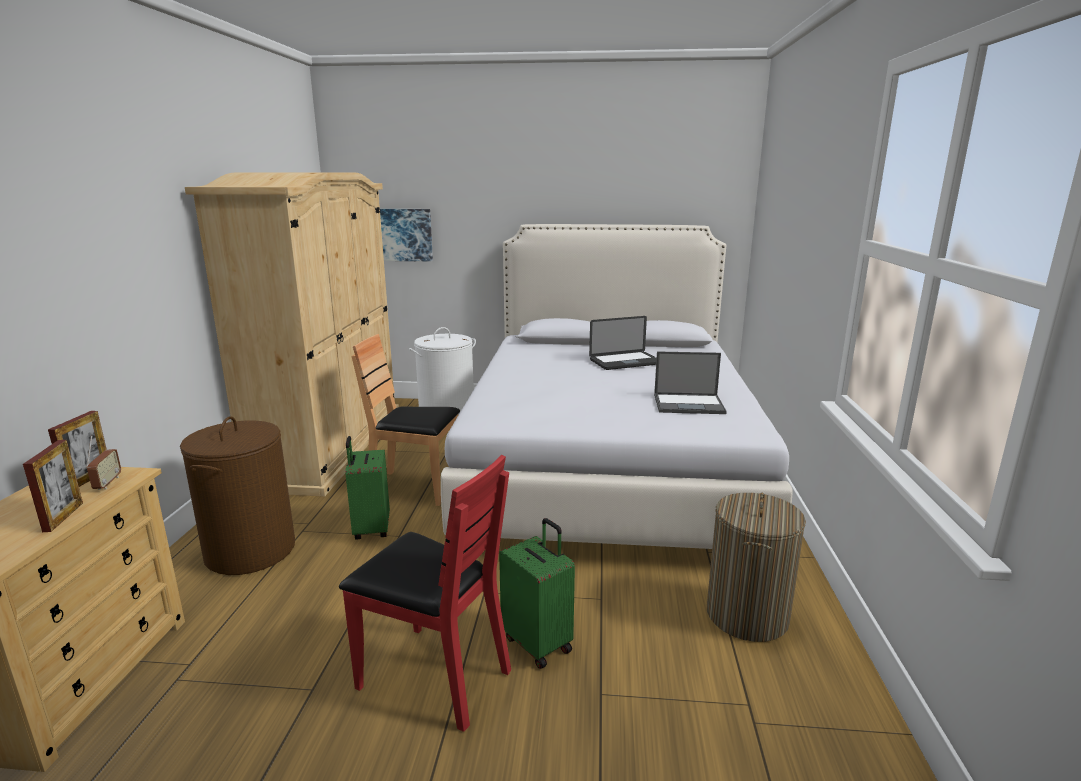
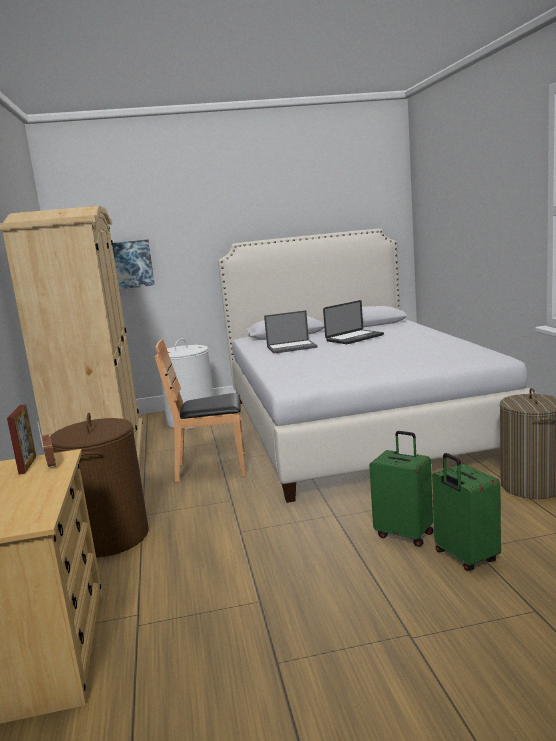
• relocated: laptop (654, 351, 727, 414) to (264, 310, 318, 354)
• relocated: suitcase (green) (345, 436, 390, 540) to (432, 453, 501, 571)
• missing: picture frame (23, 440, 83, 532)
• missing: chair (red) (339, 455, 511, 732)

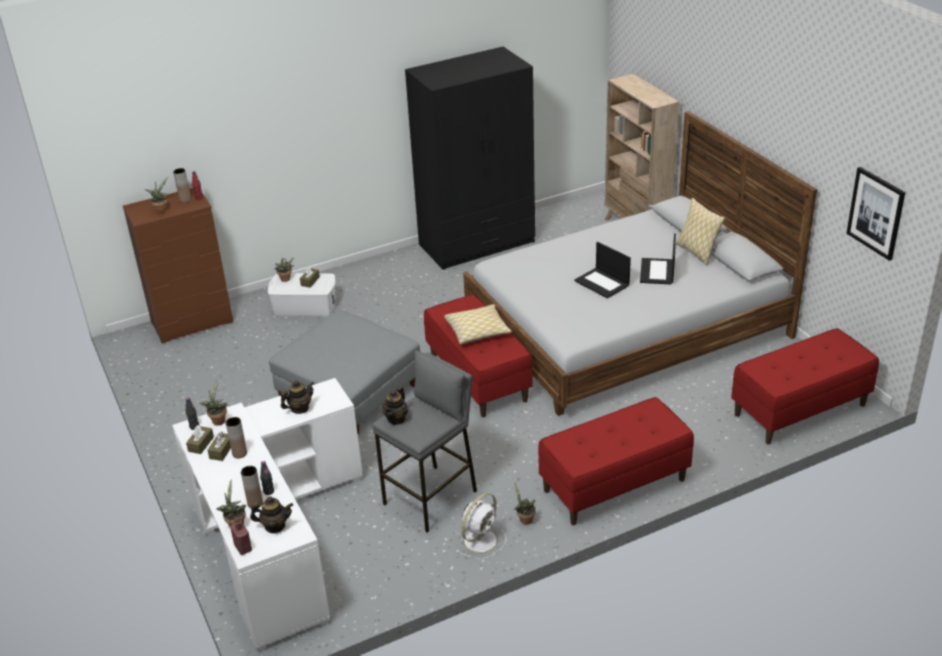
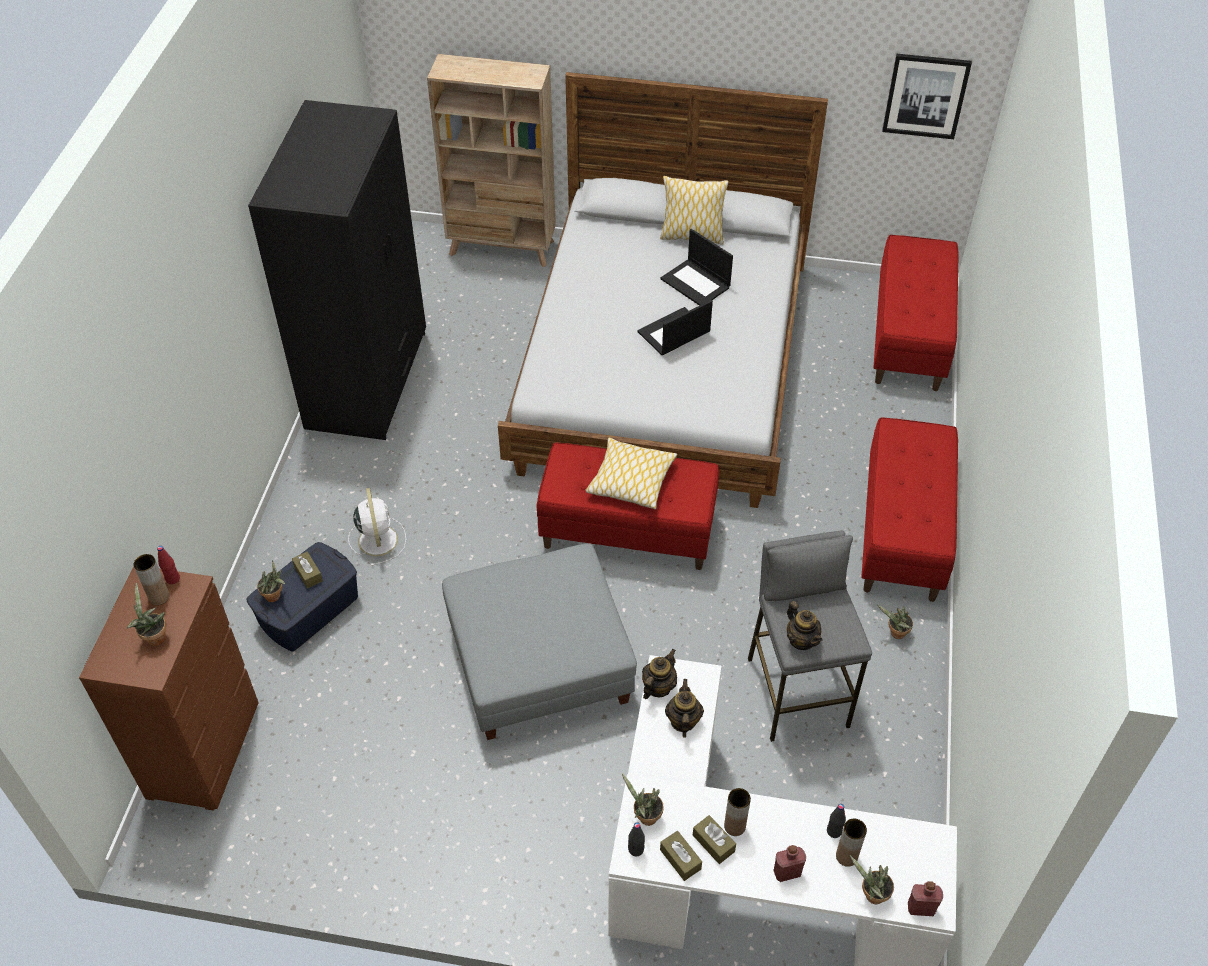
• colour: storage box (white) (268, 273, 336, 316) to storage box (blue) (246, 542, 358, 652)
• relocated: fan (white) (456, 493, 506, 559) to (348, 488, 406, 566)
• spun: laptop (574, 242, 631, 298) = (637, 300, 713, 355) 150 degrees clockwise
• relocated: teapot (250, 496, 293, 533) to (642, 649, 677, 699)
• appeared: bottle (red) (774, 845, 806, 882)

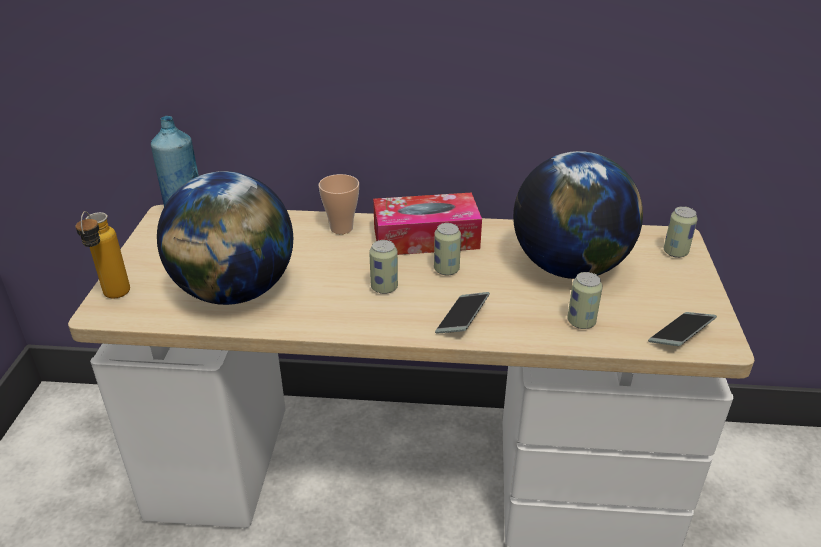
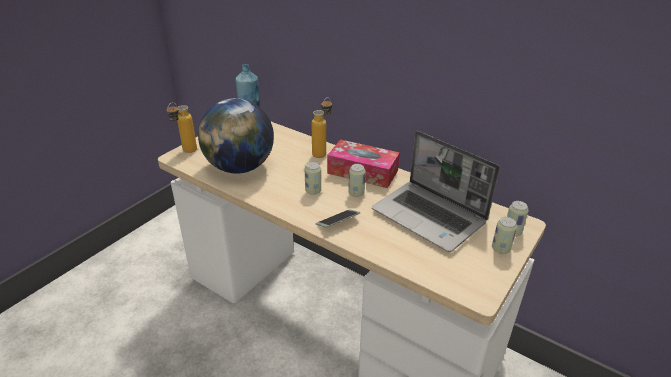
• exchanged: cup (319, 174, 359, 234) to bottle (311, 97, 332, 158)
• exchanged: globe (513, 151, 643, 279) to laptop (372, 131, 500, 252)
• relocated: can (567, 272, 603, 329) to (492, 217, 517, 254)
• missing: phone (648, 312, 717, 346)

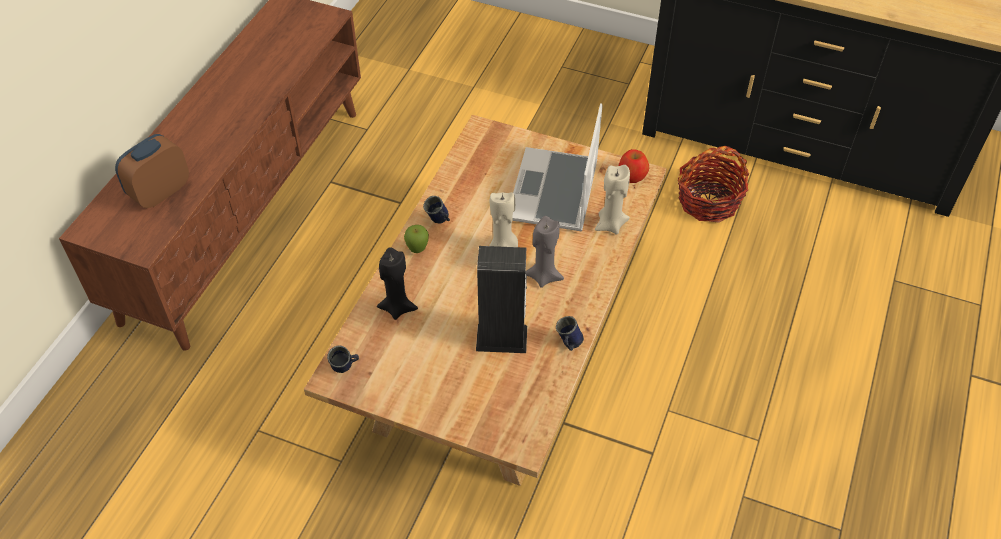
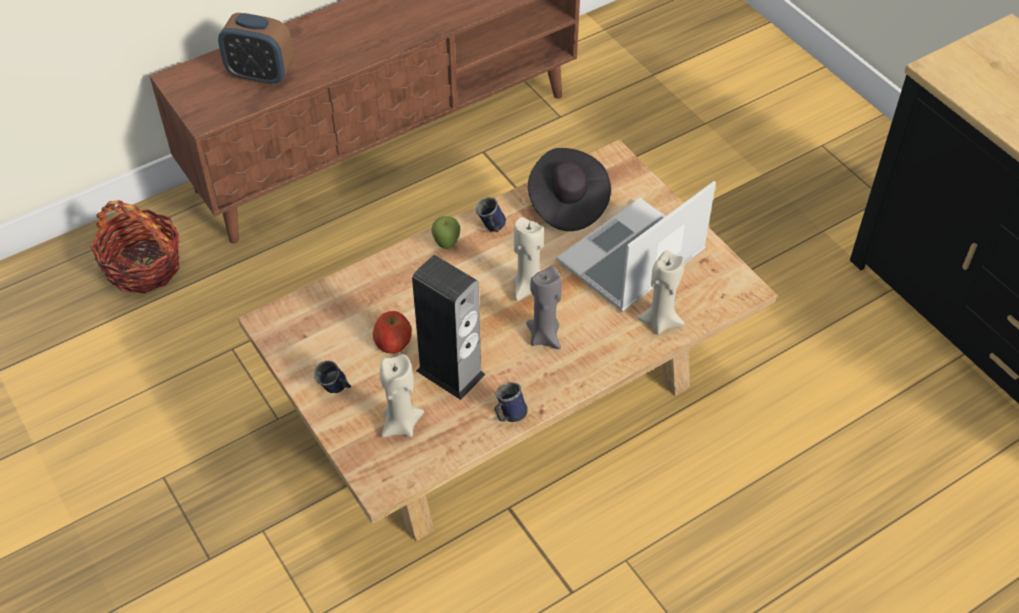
• relocated: basket (678, 146, 749, 223) to (90, 200, 180, 294)
• spun: alarm clock (115, 134, 189, 208) = (218, 13, 294, 86) 150 degrees counterclockwise
• relocated: mug (blue) (327, 346, 359, 373) to (314, 361, 351, 393)
• relocated: apple (619, 149, 649, 183) to (373, 311, 412, 354)
• appeared: candle (beige) (380, 354, 424, 437)
• appeared: hat (black) (528, 148, 611, 231)
• missing: candle (black) (377, 247, 418, 320)

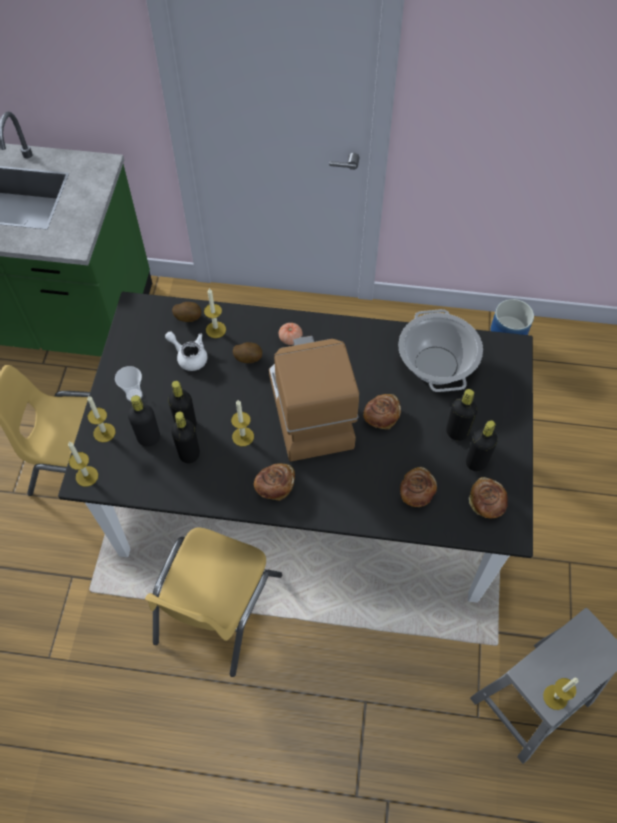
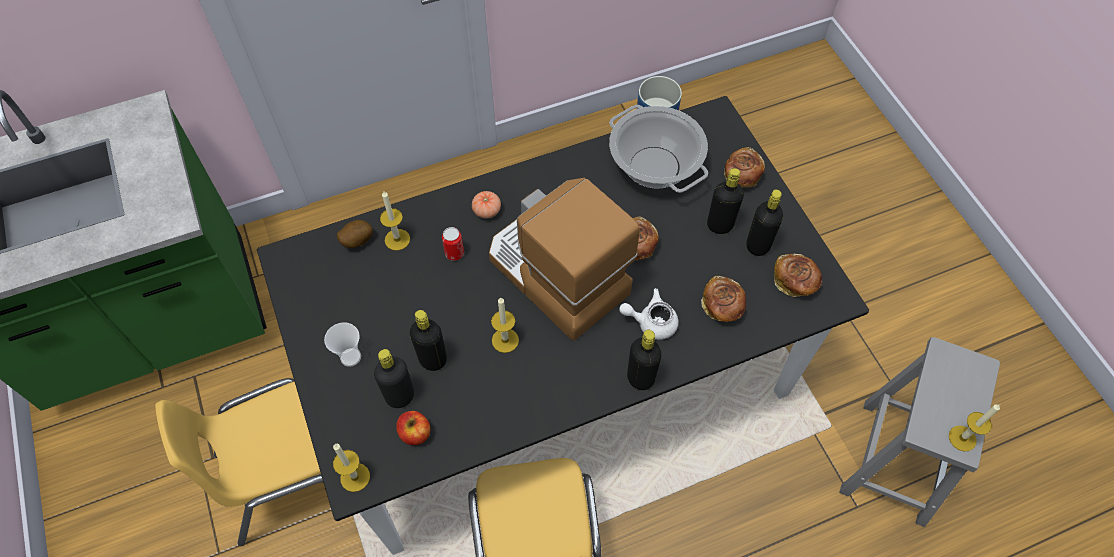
• appeared: apple (396, 411, 430, 445)
• exchanged: potato (233, 342, 262, 363) to can (442, 227, 464, 261)
• relocated: teapot (white) (165, 331, 208, 371) to (619, 288, 678, 340)
• relocated: bottle (black) (172, 412, 200, 464) to (627, 330, 662, 390)
• relocated: bread (253, 463, 295, 501) to (724, 147, 765, 188)
• missing: candle (87, 395, 115, 442)

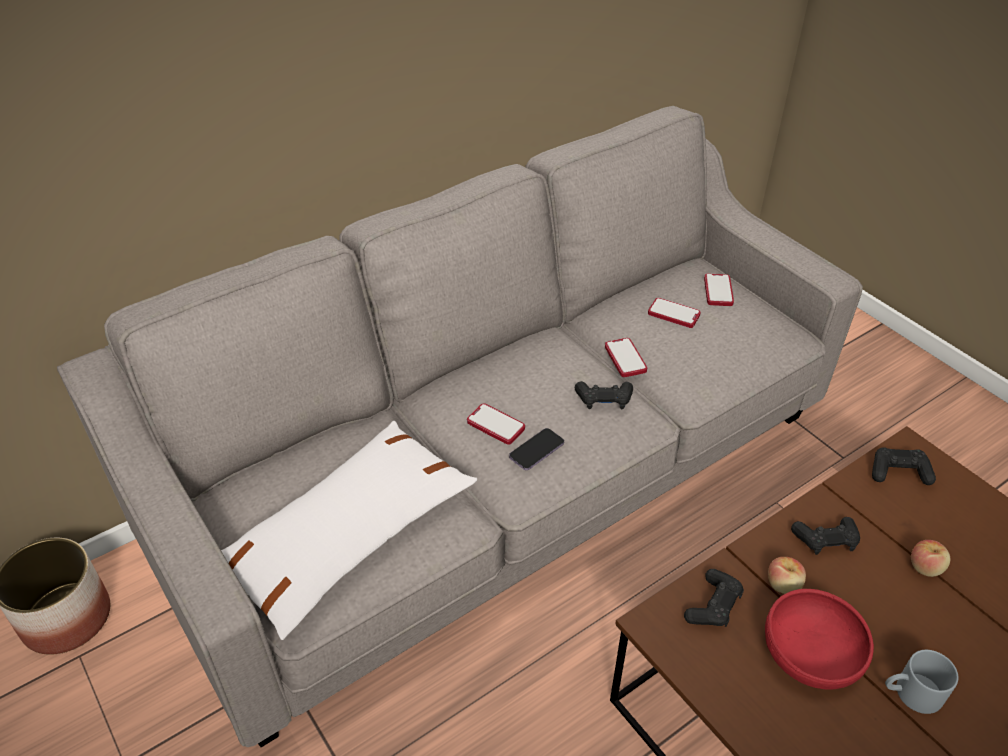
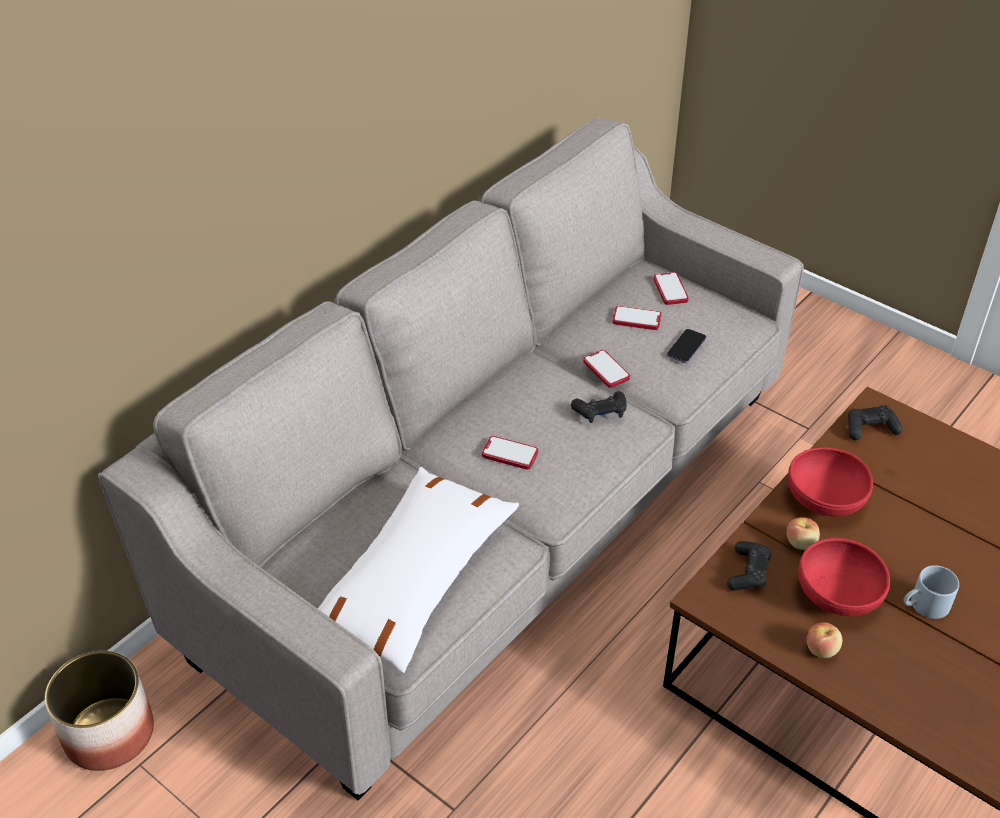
• relocated: phone (509, 428, 564, 470) to (667, 329, 706, 363)
• exchanged: game controller (black) (791, 517, 860, 555) to bowl (red) (788, 447, 873, 516)
• relocated: apple (911, 540, 950, 577) to (807, 622, 842, 658)

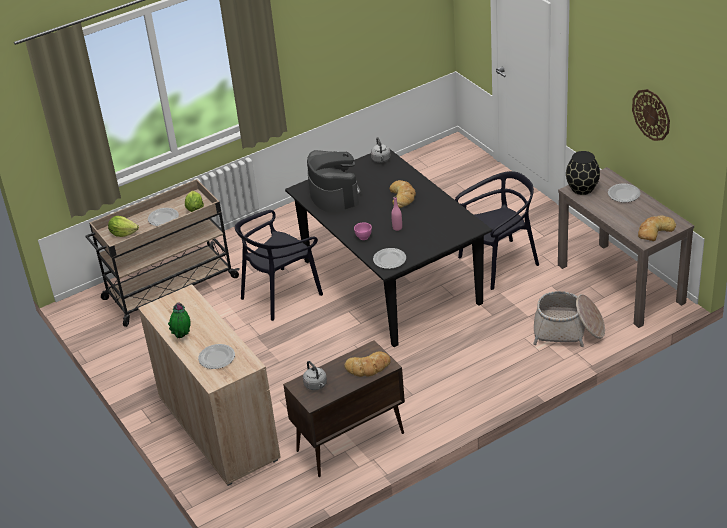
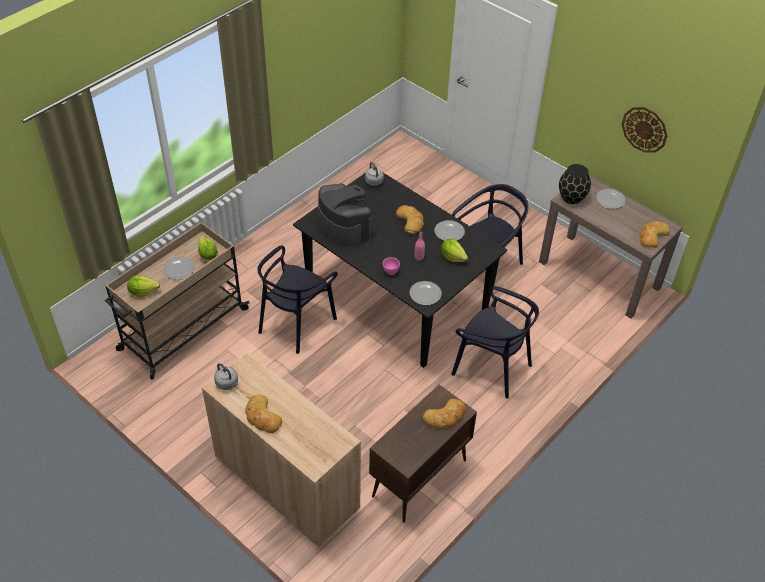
• relocated: kettle (grey) (303, 361, 327, 390) to (214, 363, 238, 390)
• exchanged: potted plant (168, 302, 191, 338) to bread (245, 395, 282, 433)
• relocated: plate (198, 344, 235, 369) to (434, 220, 465, 241)
• appeared: lettuce (441, 239, 468, 262)
• appeared: chair (black) (451, 286, 539, 399)
• missing: basket (533, 291, 605, 347)

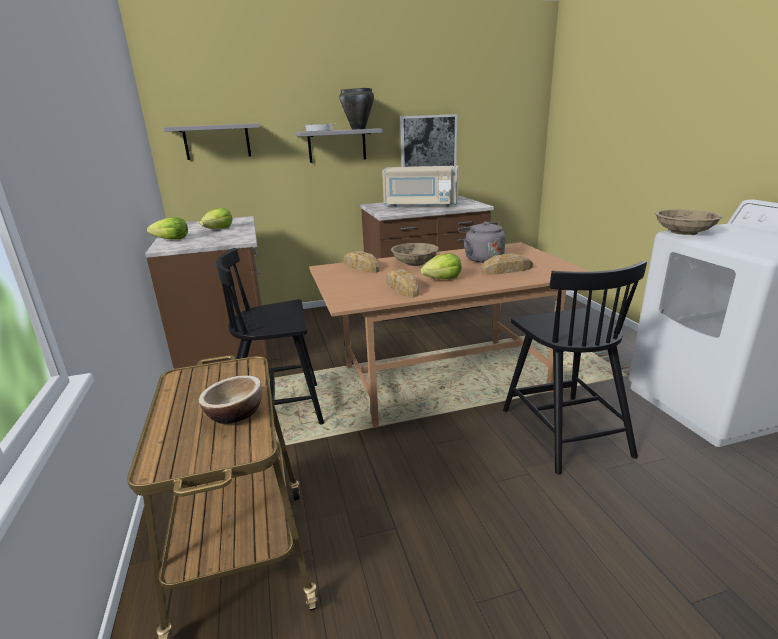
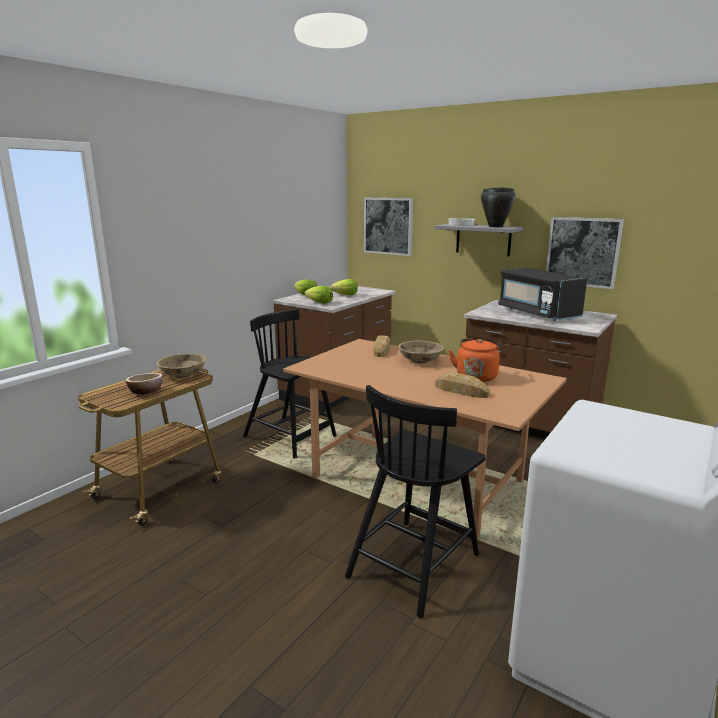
• relocated: bowl (beige) (655, 209, 722, 235) to (157, 354, 206, 378)
• relocated: lettuce (420, 253, 462, 279) to (305, 286, 333, 304)
• exchanged: shelf (grey) (164, 123, 260, 160) to picture (364, 198, 413, 256)
• colour: kettle (grey) (458, 222, 506, 263) to kettle (orange) (449, 339, 501, 382)
• colour: microwave (beige) (382, 166, 459, 207) to microwave (black) (498, 268, 587, 321)
• missing: bread (386, 269, 419, 298)

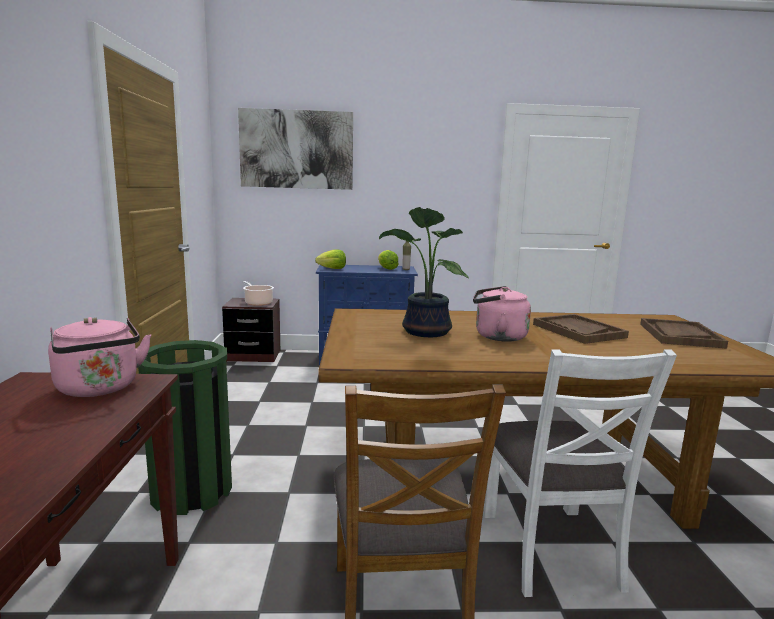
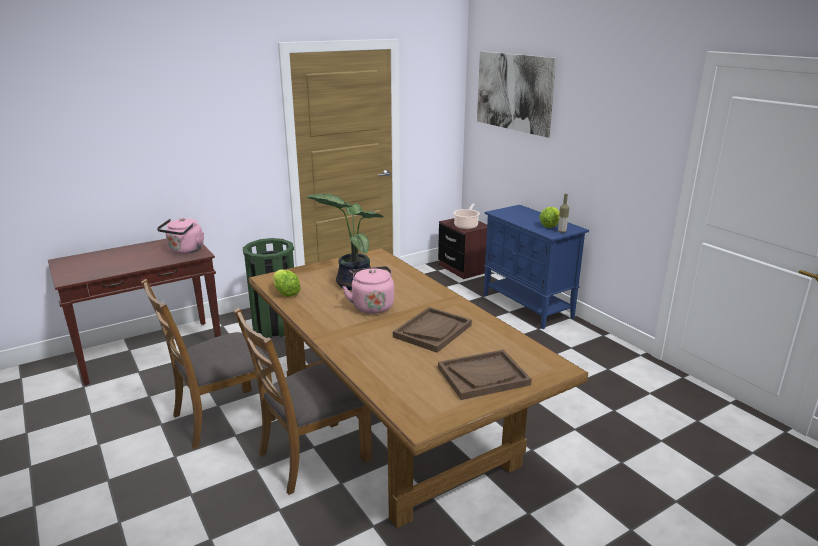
• colour: chair (white) (483, 349, 677, 597) to chair (brown) (234, 308, 372, 495)
• relocated: lettuce (315, 250, 346, 269) to (273, 269, 301, 297)

